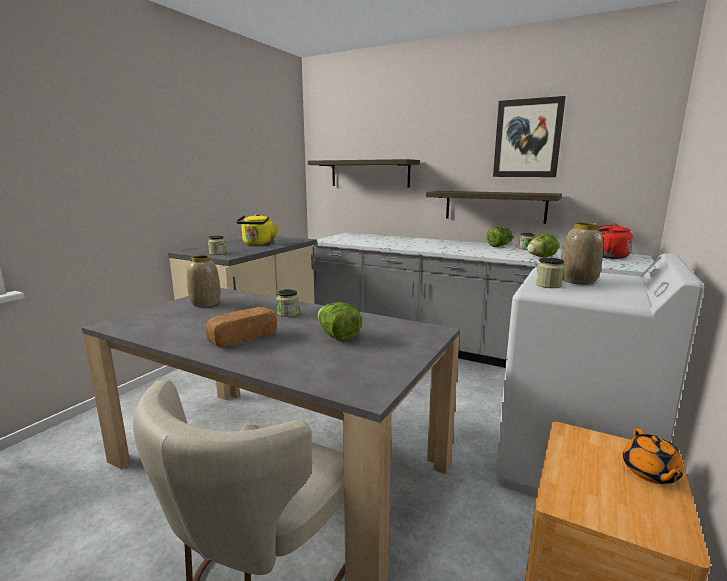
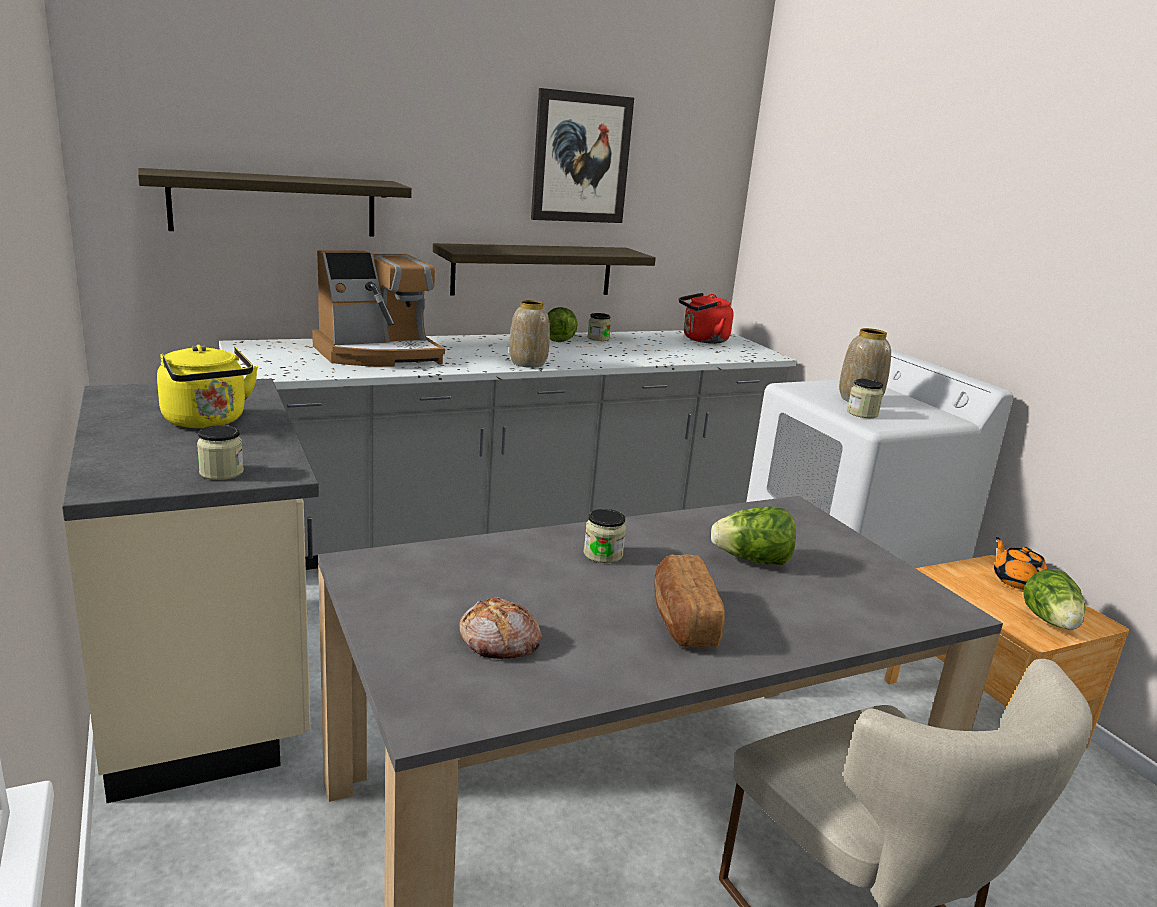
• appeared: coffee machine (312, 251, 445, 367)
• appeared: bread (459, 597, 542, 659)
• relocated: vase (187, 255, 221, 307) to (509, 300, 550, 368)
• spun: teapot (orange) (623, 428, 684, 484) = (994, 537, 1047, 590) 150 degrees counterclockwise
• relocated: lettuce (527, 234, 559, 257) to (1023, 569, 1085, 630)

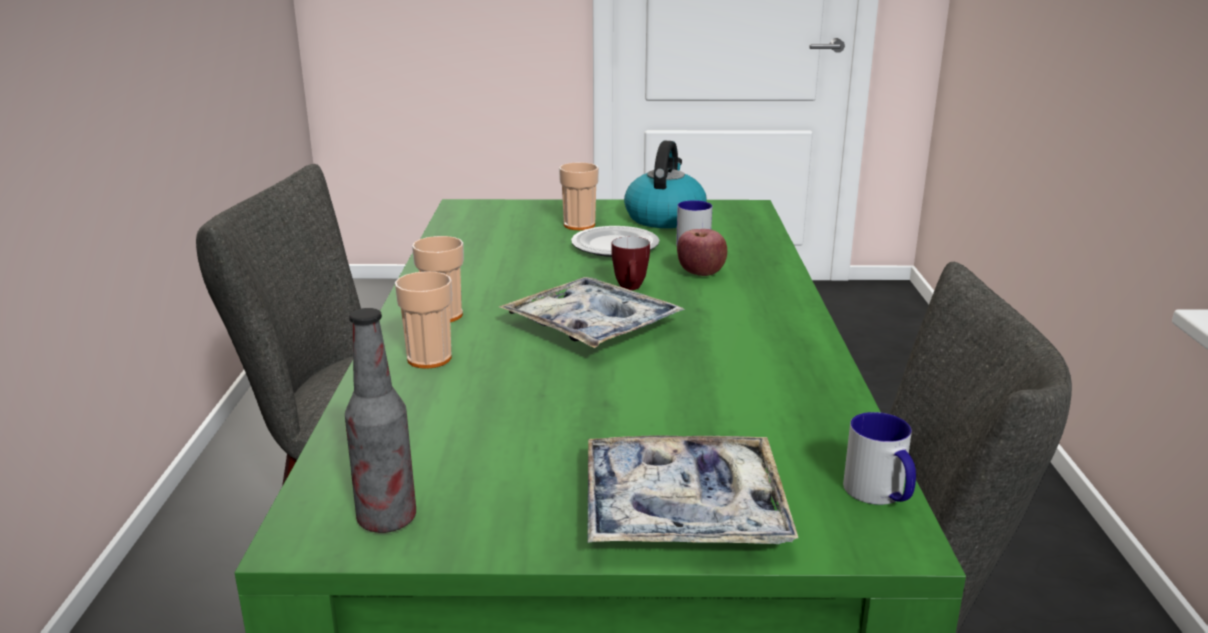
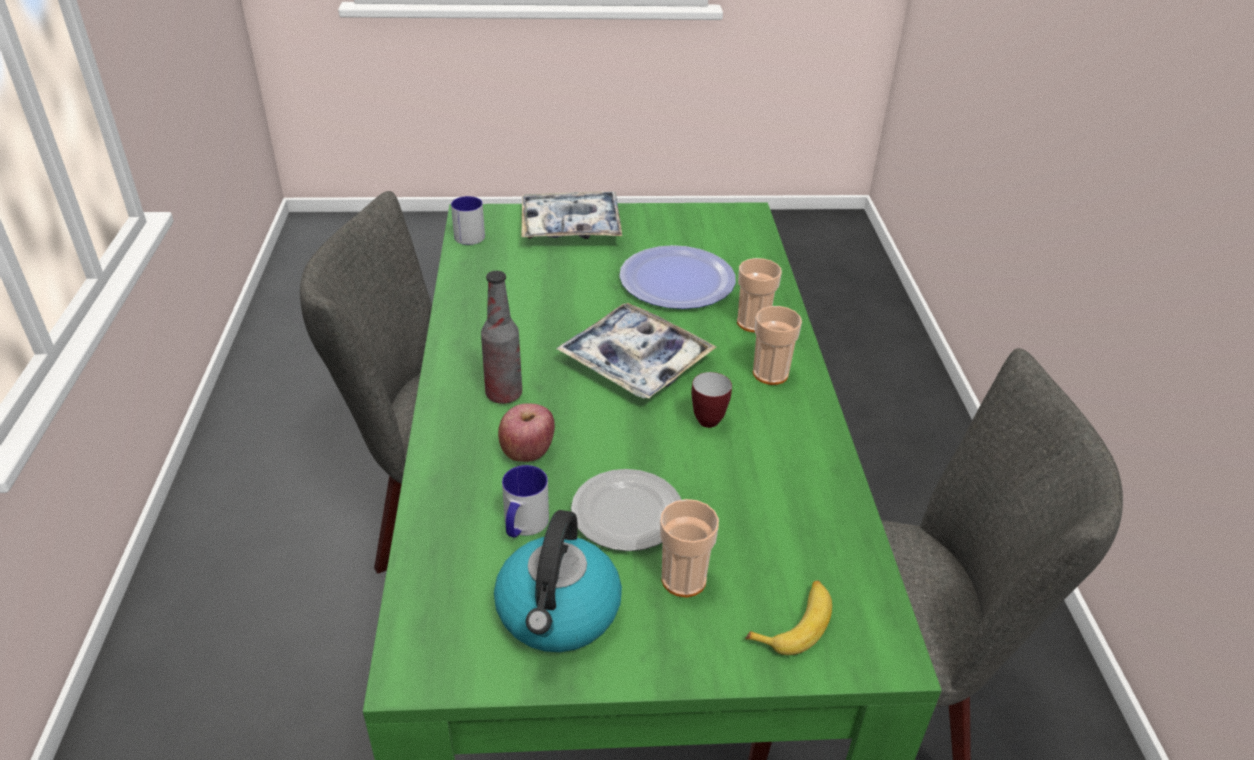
• relocated: bottle (345, 308, 416, 533) to (481, 271, 522, 404)
• appeared: plate (619, 245, 736, 309)
• relocated: mug (611, 236, 650, 290) to (691, 372, 732, 428)
• appeared: banana (745, 581, 832, 655)

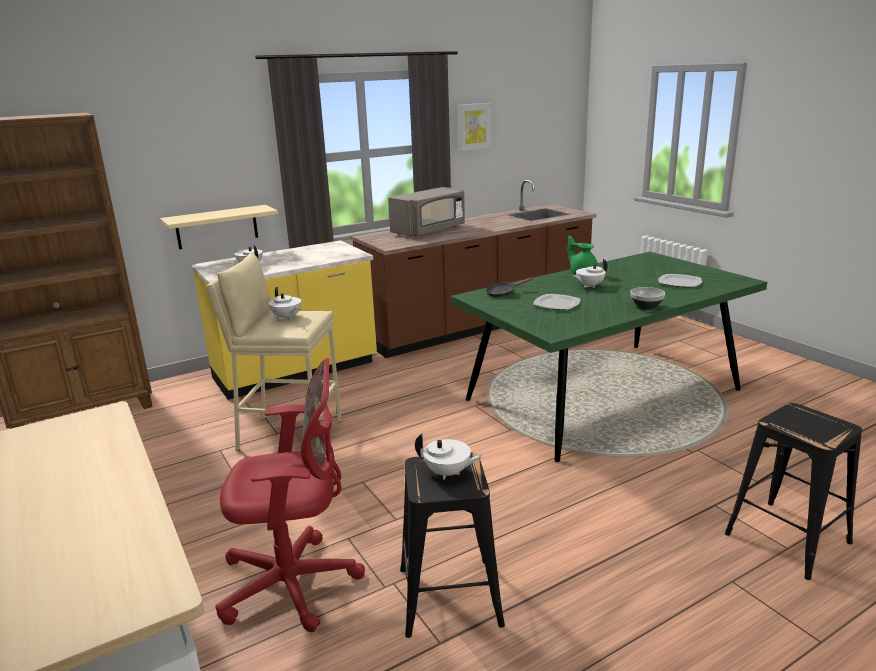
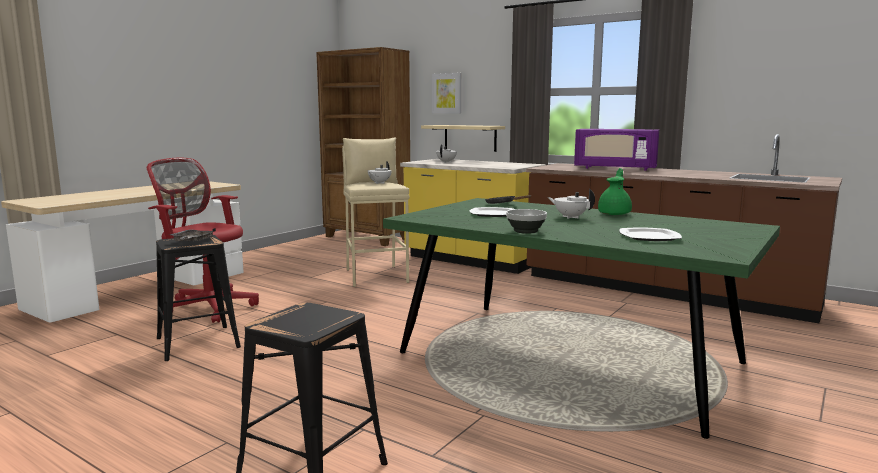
• spun: office chair (red) (216, 358, 365, 632) = (147, 158, 259, 323) 150 degrees clockwise
• exchanged: teapot (white) (415, 433, 483, 480) to tray (grey) (170, 228, 216, 242)
• relocated: picture (458, 103, 492, 151) to (432, 73, 461, 113)
• colour: microwave (grey) (388, 187, 465, 237) to microwave (purple) (574, 129, 659, 171)

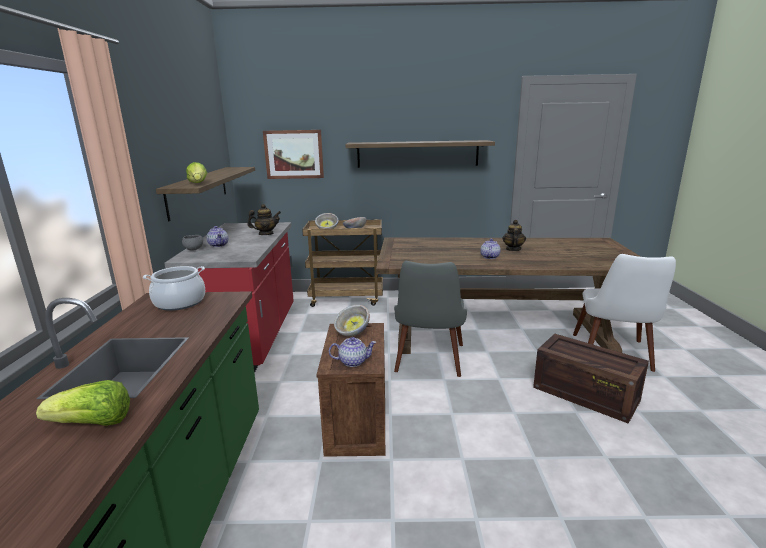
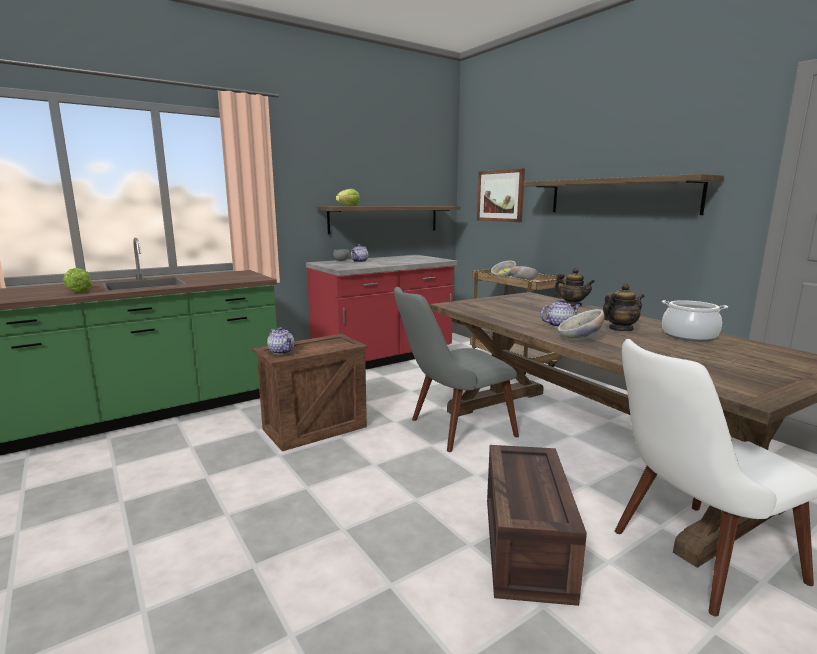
• relocated: teapot (247, 204, 281, 235) to (554, 268, 595, 307)
• relocated: bowl (334, 305, 370, 336) to (558, 309, 605, 340)
• relocated: cooking pot (143, 266, 205, 311) to (662, 300, 728, 342)

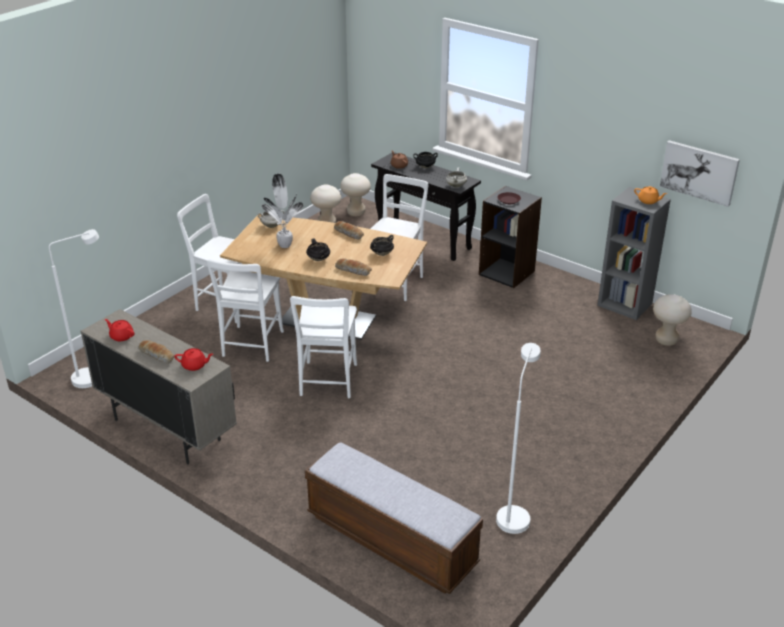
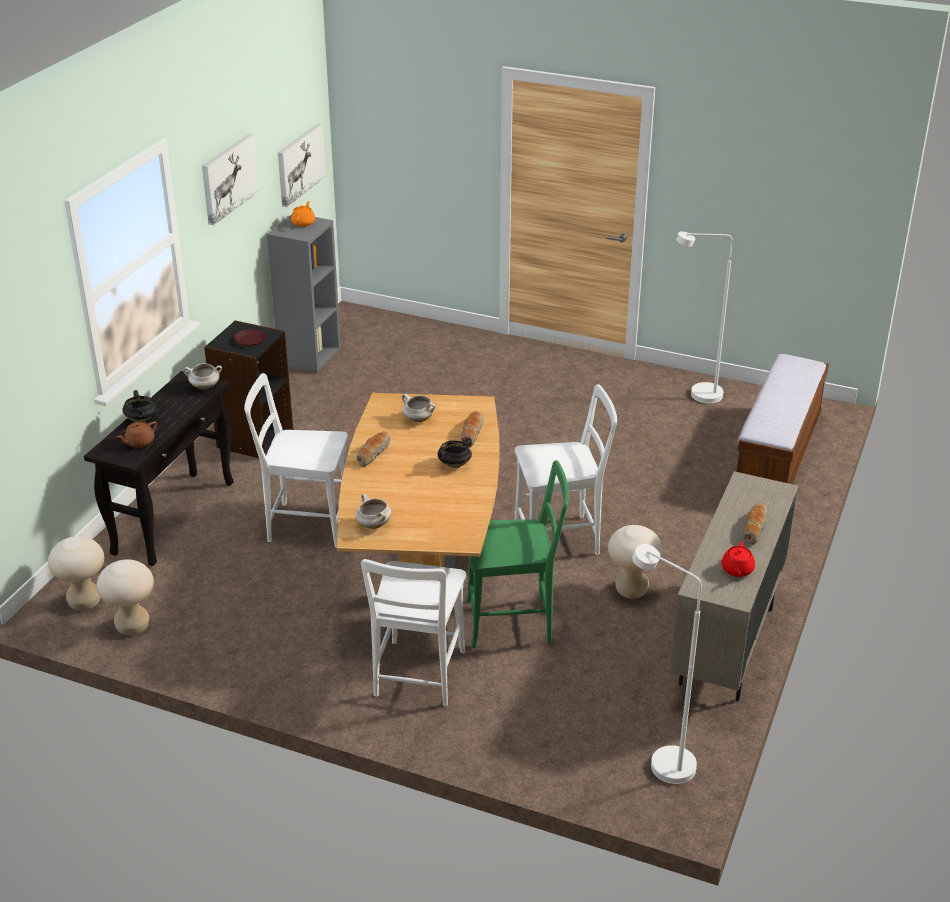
• appeared: picture (202, 133, 260, 225)
• colour: cooking pot (black) (370, 235, 394, 256) to cooking pot (white) (402, 394, 435, 422)
• colour: chair (white) (207, 259, 284, 362) to chair (green) (466, 460, 569, 648)
• relocated: stool (beige) (653, 294, 692, 346) to (608, 525, 662, 599)
• missing: teapot (red) (175, 348, 213, 371)
• missing: potted plant (261, 174, 304, 248)

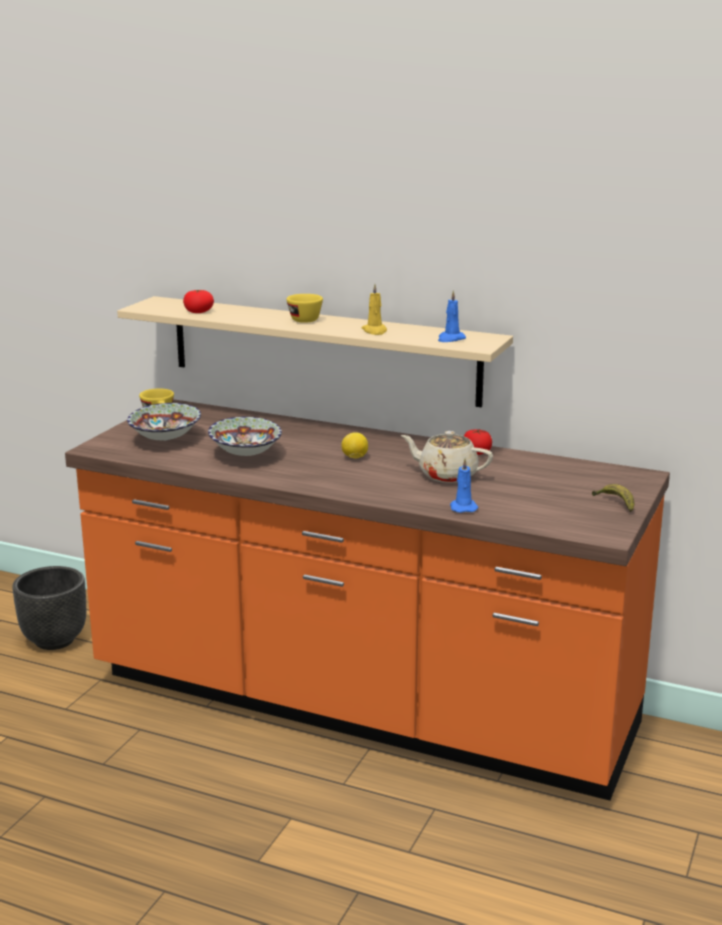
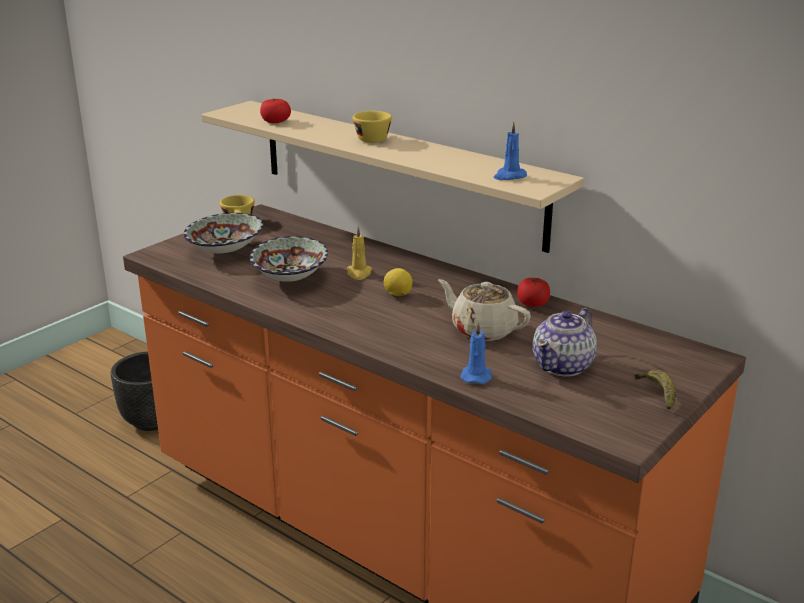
• relocated: candle (yellow) (361, 284, 387, 335) to (347, 226, 372, 280)
• appeared: teapot (532, 308, 597, 377)

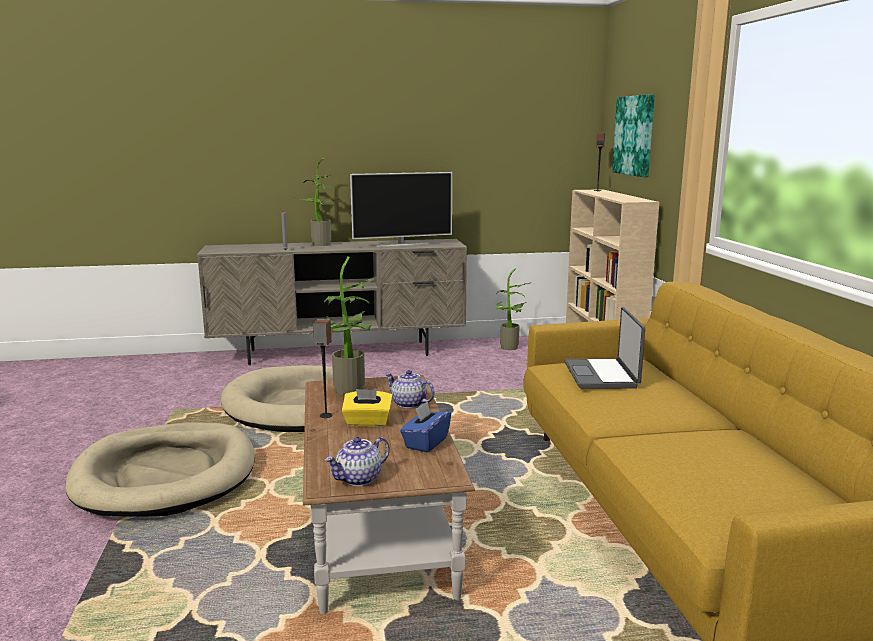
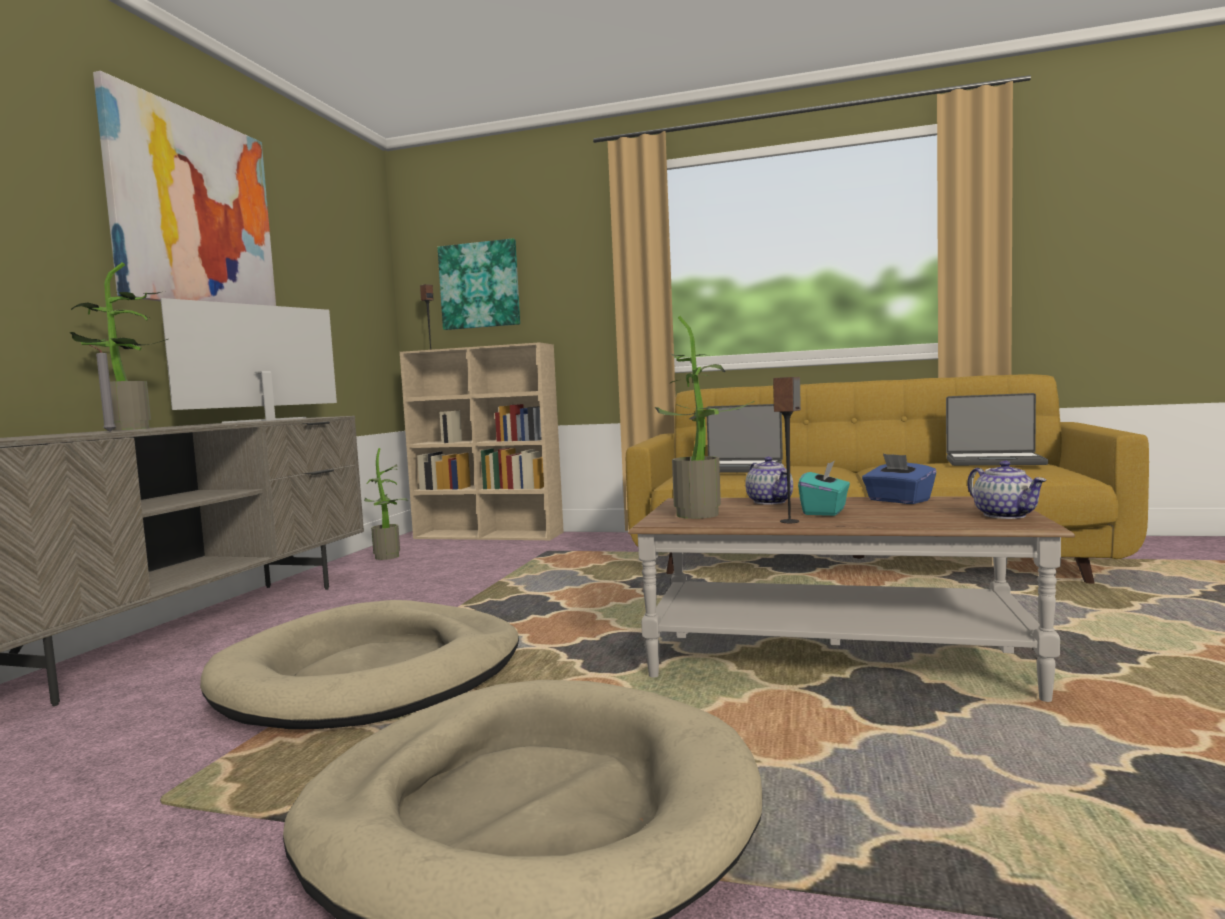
• appeared: picture (93, 71, 276, 306)
• spun: television (350, 172, 452, 247) = (161, 298, 337, 423) 150 degrees counterclockwise
• spun: teapot (385, 370, 435, 409) = (745, 457, 793, 505) 75 degrees counterclockwise
• colour: tissue box (yellow) (342, 389, 393, 427) to tissue box (turquoise) (798, 461, 850, 516)
• appeared: laptop (946, 393, 1048, 466)

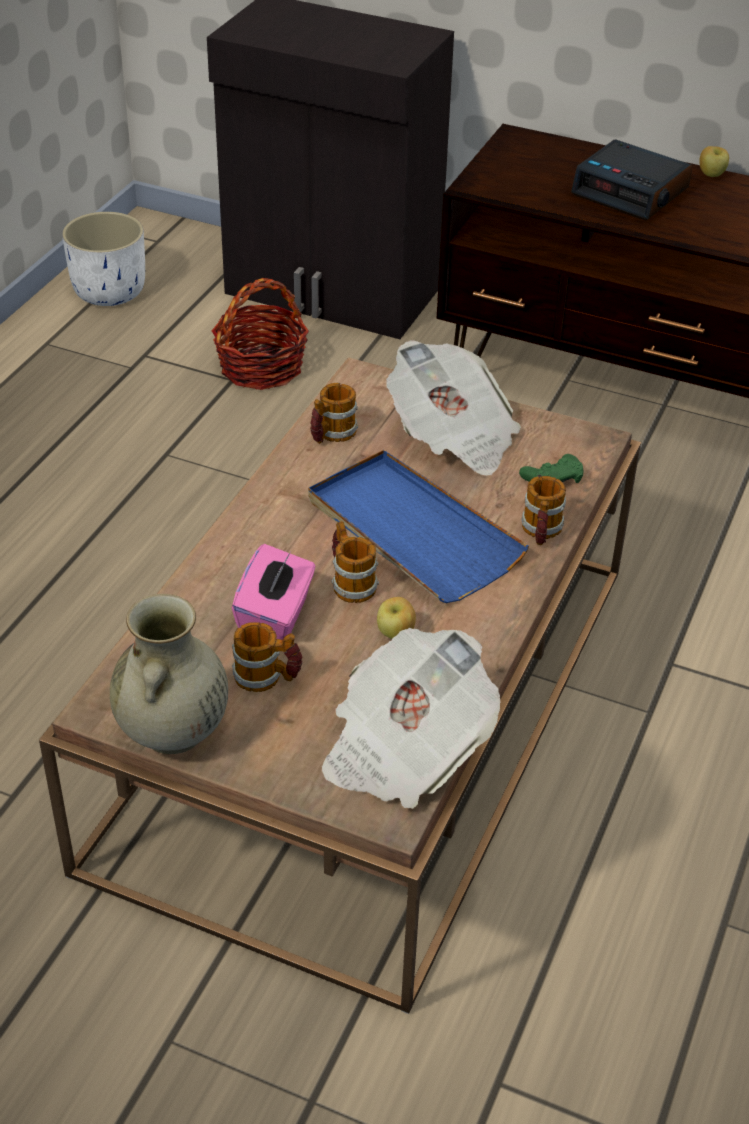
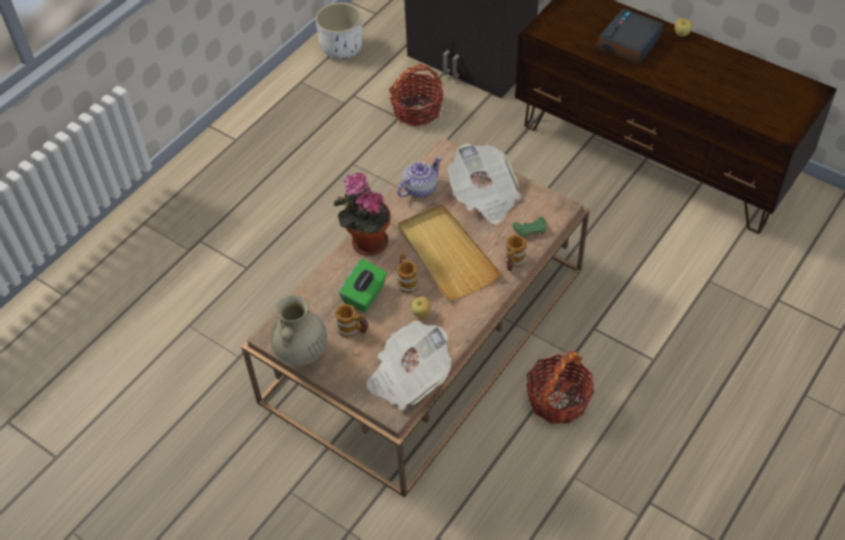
• appeared: potted plant (334, 173, 391, 256)
• colour: tissue box (pink) (232, 544, 316, 640) to tissue box (green) (339, 259, 387, 312)
• exchanged: mug (310, 383, 358, 444) to teapot (397, 156, 442, 198)
• colour: tray (blue) (308, 450, 529, 603) to tray (beige) (397, 204, 501, 300)
• appeared: basket (526, 350, 594, 424)
• spun: alarm clock (571, 139, 692, 220) = (594, 8, 664, 65) 75 degrees clockwise

